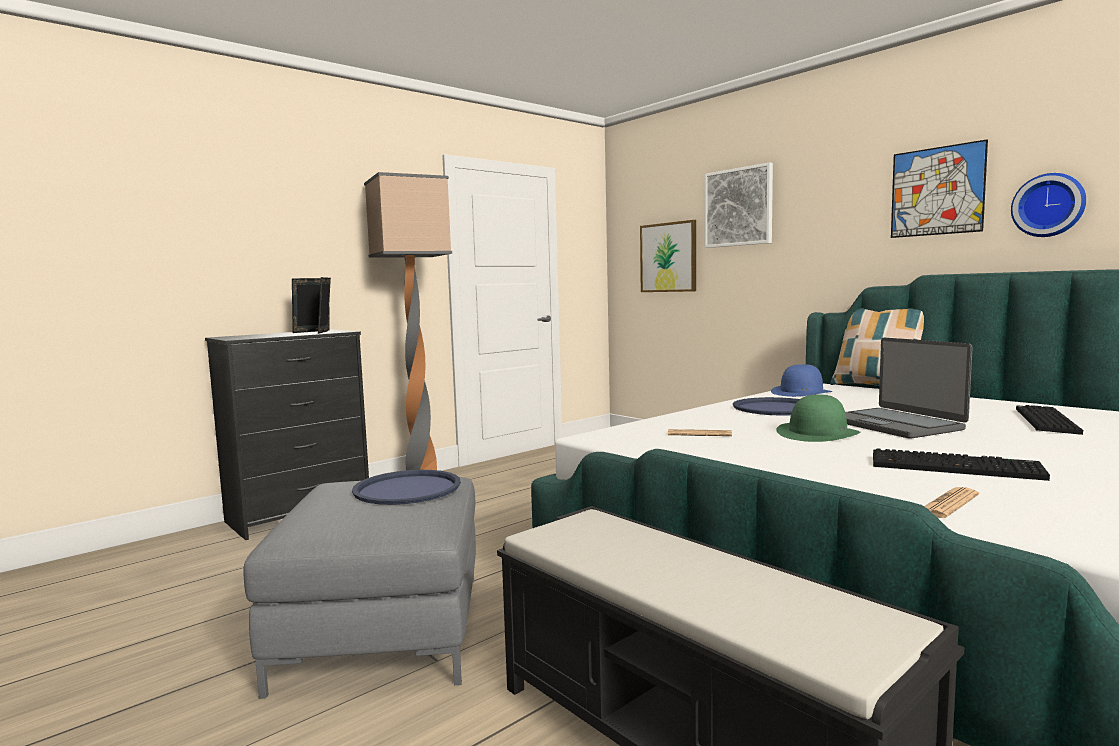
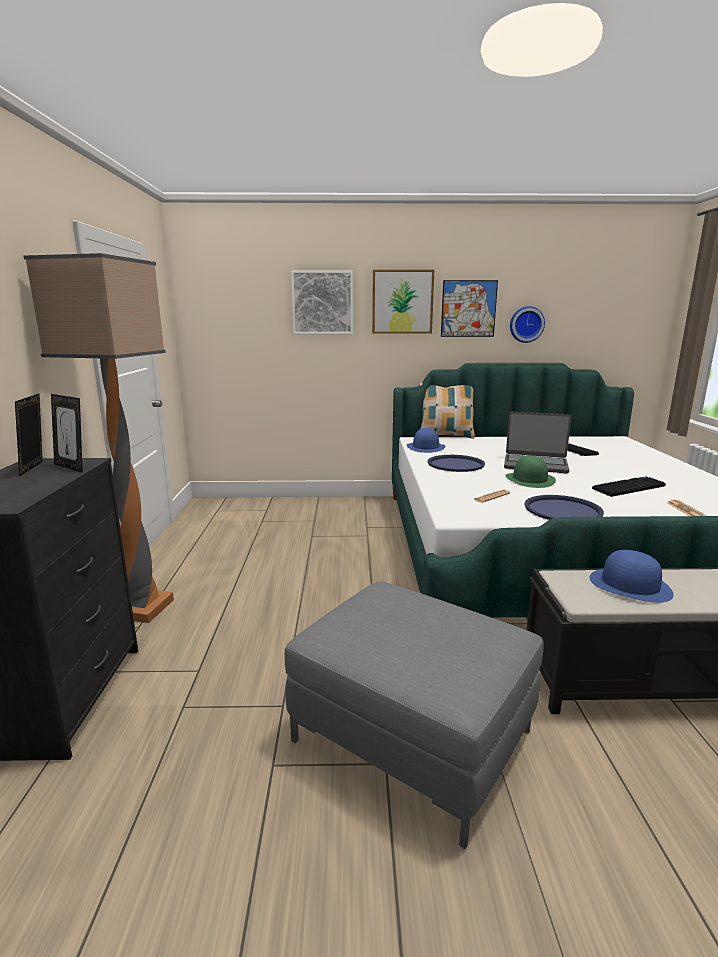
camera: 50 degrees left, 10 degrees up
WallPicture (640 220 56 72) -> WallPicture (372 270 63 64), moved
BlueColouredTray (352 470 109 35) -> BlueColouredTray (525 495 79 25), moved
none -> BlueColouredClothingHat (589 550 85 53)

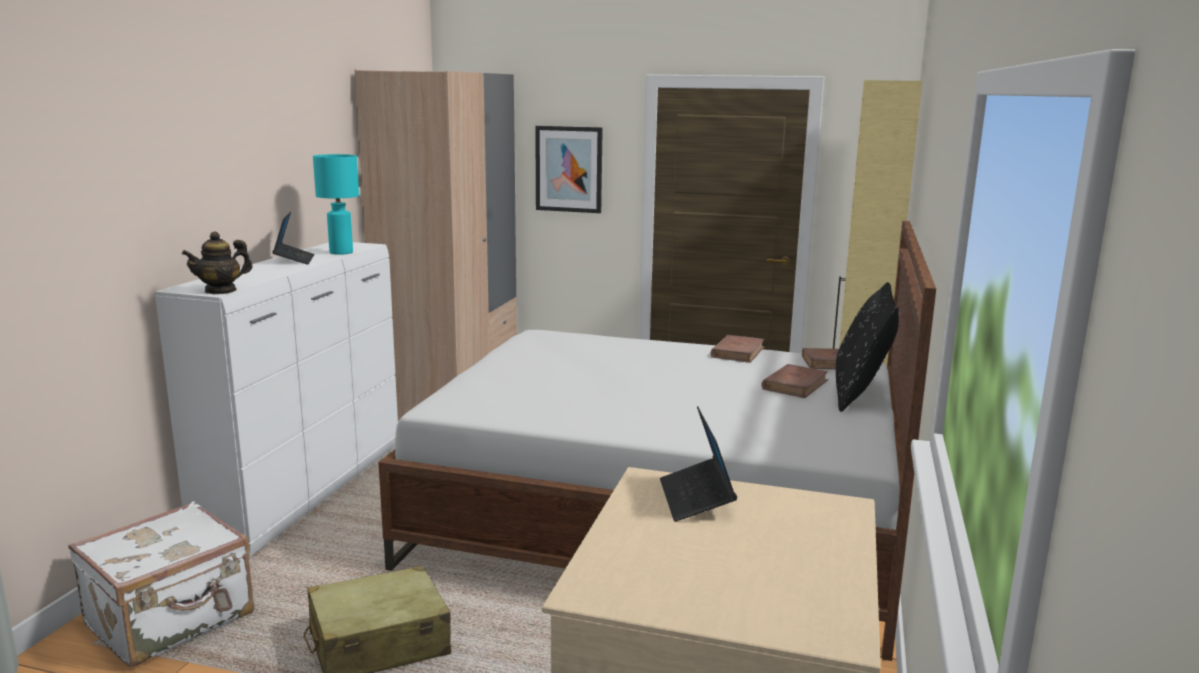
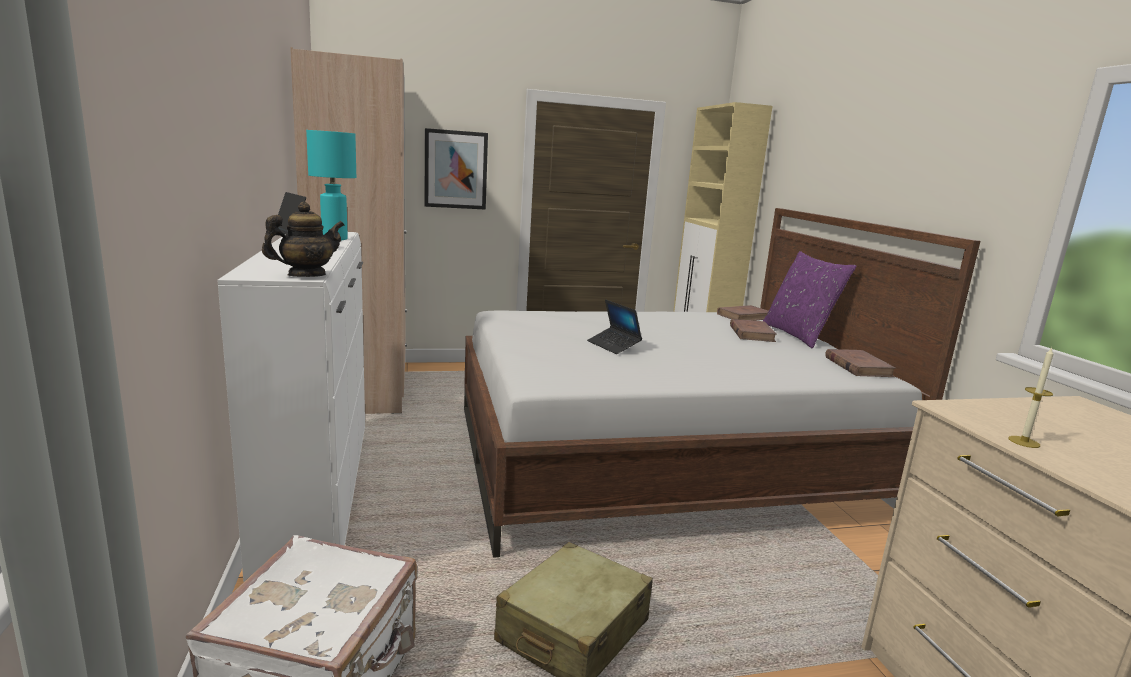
camera: 30 degrees left, 0 degrees up
Teapot (182 232 71 62) -> Teapot (262 202 83 75), 150 degrees counterclockwise
PortableComputer (660 406 77 116) -> PortableComputer (587 300 55 54), moved
BlackColouredThrowPillow (836 282 63 130) -> PurpleThrowPillow (763 251 94 98)
BrownishVolume (711 335 54 28) -> BrownishVolume (825 349 71 28), moved
none -> Candle (1008 347 45 101)

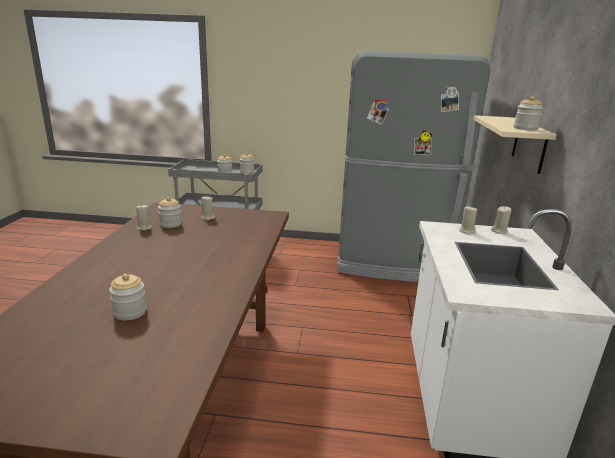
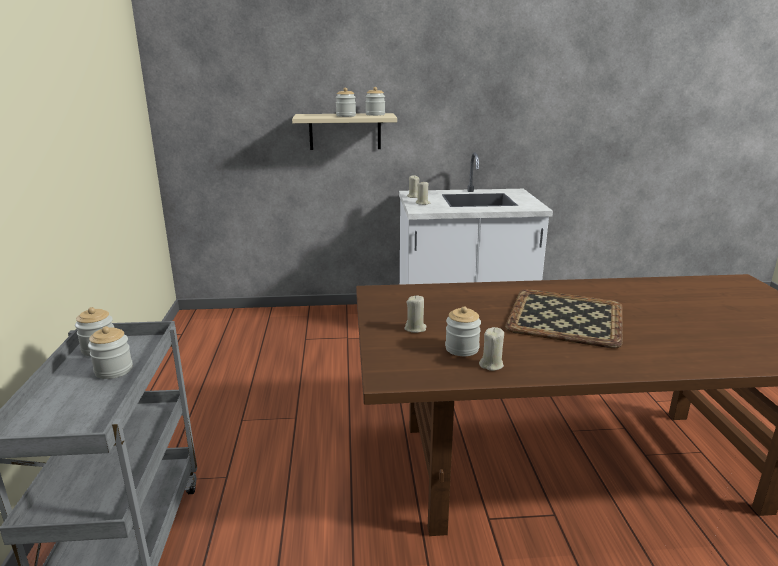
camera: 100 degrees left, 0 degrees up
StorageJar (109 274 37 46) -> StorageJar (336 88 20 29), moved
none -> Tray (505 289 117 60)
GreyishRefrigerator (337 51 153 231) -> none

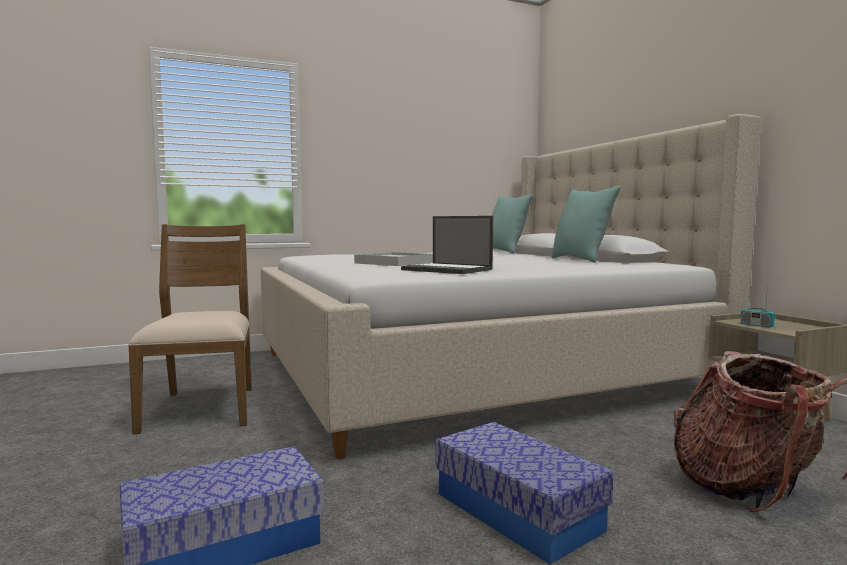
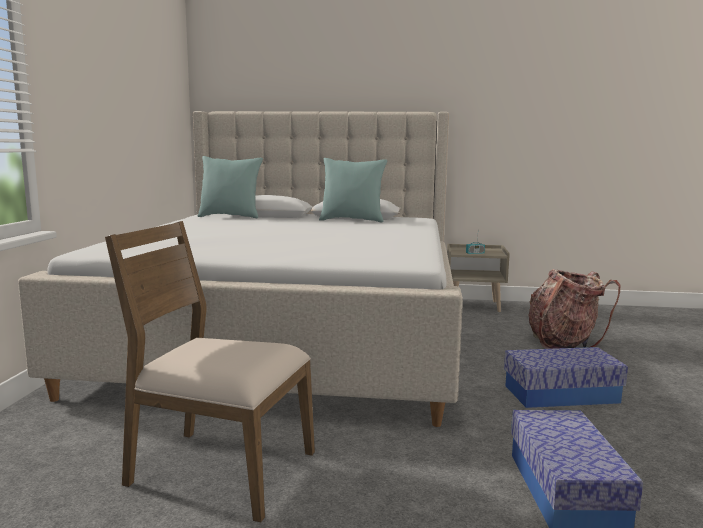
camera: 60 degrees left, 5 degrees up
WhiteColouredTray (354 252 79 14) -> none
PortableComputer (401 216 92 58) -> none

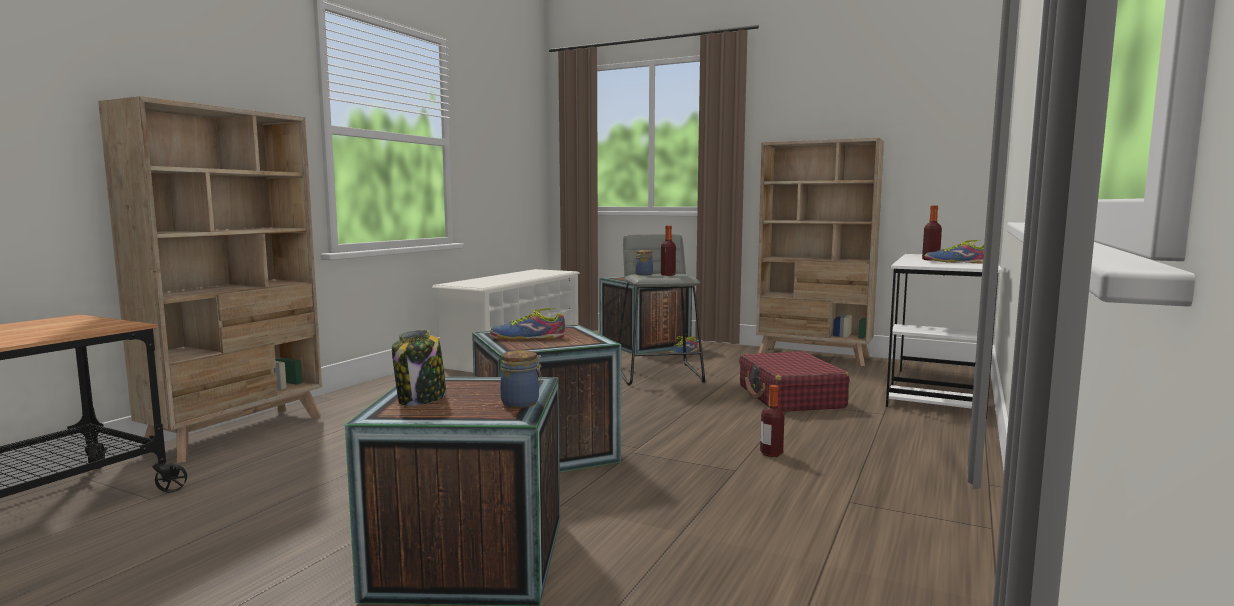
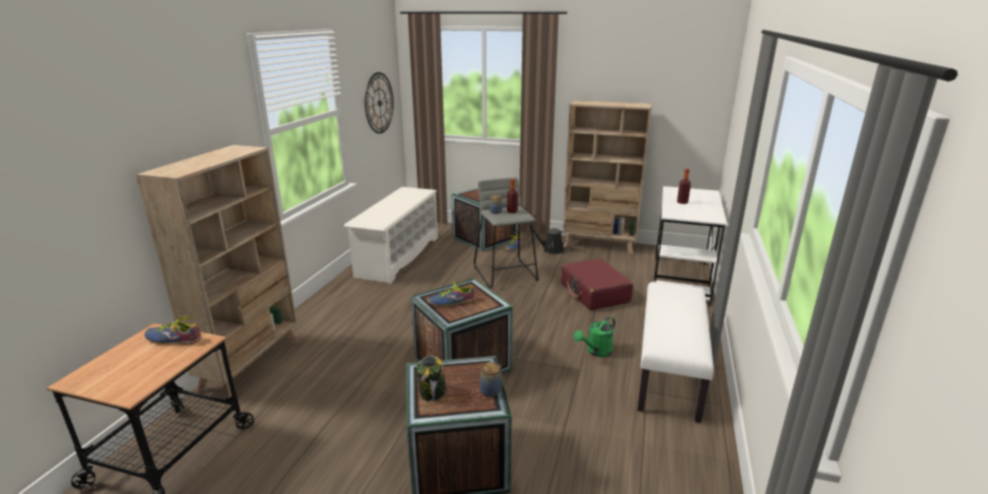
camera: 10 degrees left, 15 degrees up
LowShoe (925 240 59 24) -> LowShoe (144 316 57 29), moved
none -> WallClock (365 72 29 62)
none -> BlackColouredSprinklingCan (527 223 43 31)
DrinkBottle (760 385 24 72) -> GreenSprinklingCan (574 317 41 40)
none -> WhiteColouredIndoorBench (637 282 77 141)

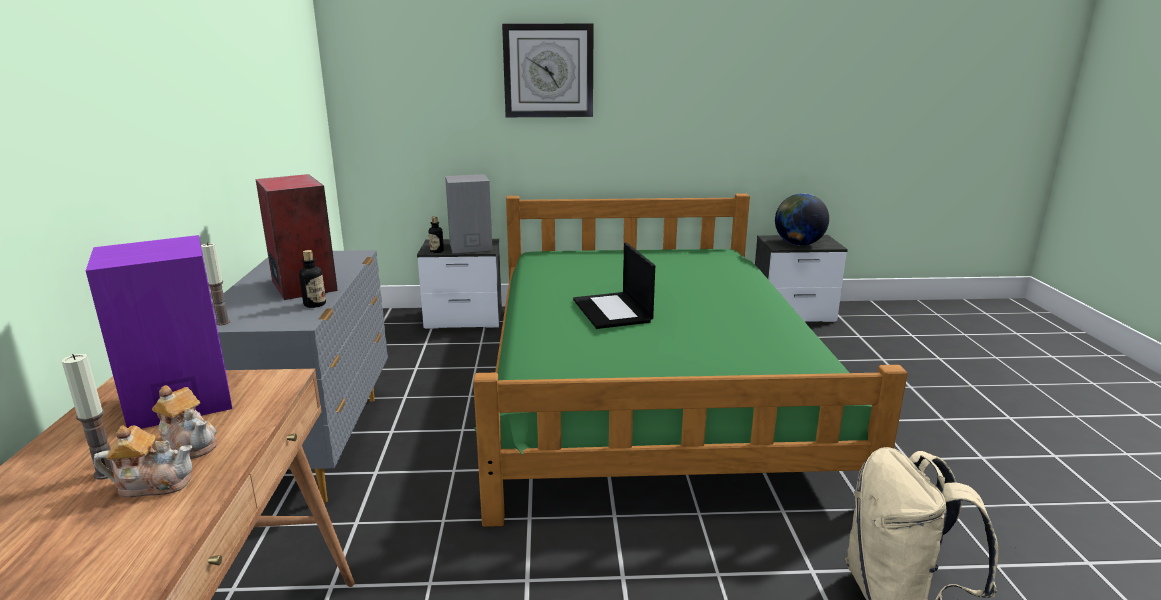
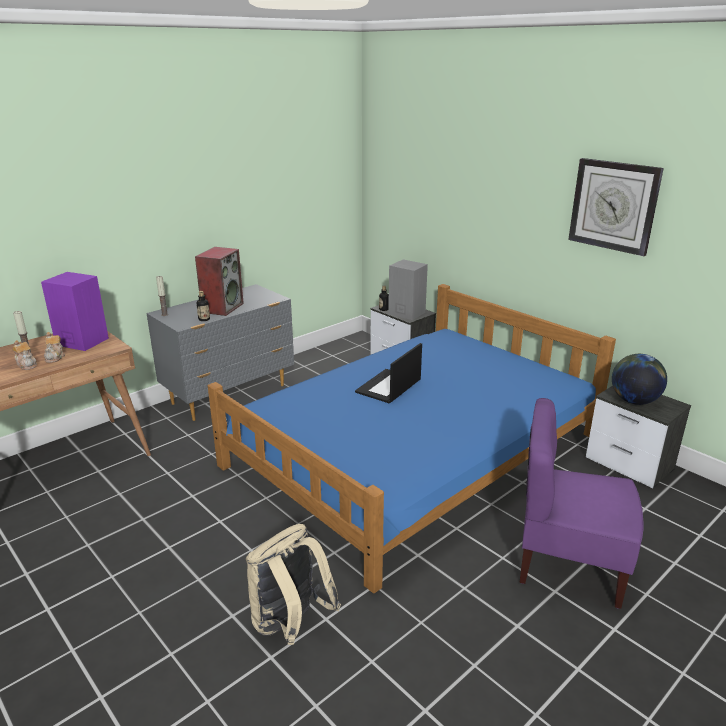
camera: 50 degrees right, 5 degrees up
GreenBed (473 193 435 334) -> BlueColouredBed (208 284 408 309)
none -> PurpleChair (519 398 125 211)
WallClock (502 23 92 94) -> WallClock (568 158 96 98), moved

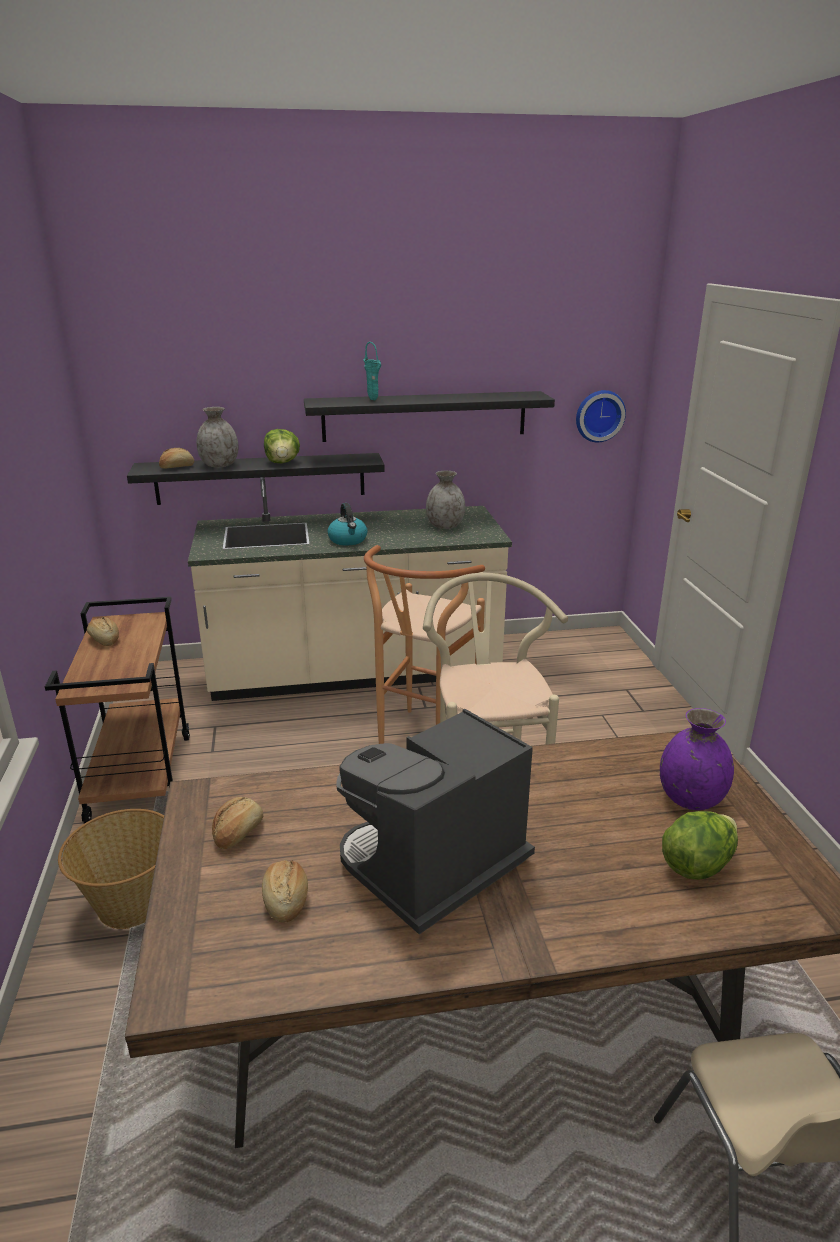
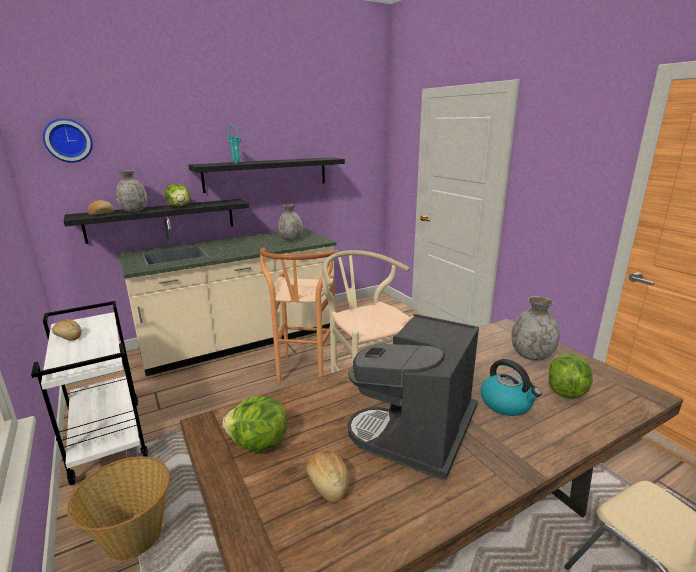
camera: 20 degrees left, 5 degrees down
BrownishCart (45 597 145 227) -> WhiteColouredCart (31 301 117 185)
WallClock (576 390 50 52) -> WallClock (43 118 50 45), moved
BakeryBread (212 797 51 53) -> HeadOfLettuce (222 396 65 56)
TeaKettle (327 503 41 43) -> TeaKettle (481 359 61 57), moved
PurpleDecorativeVase (660 708 74 102) -> GreyishDecorativeVase (512 296 48 65)

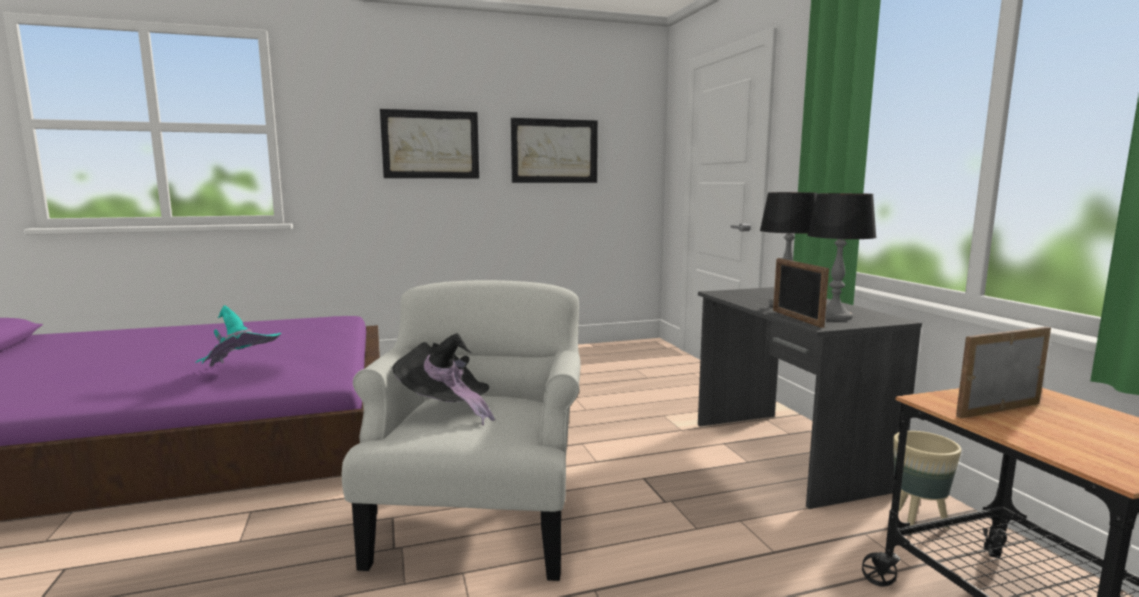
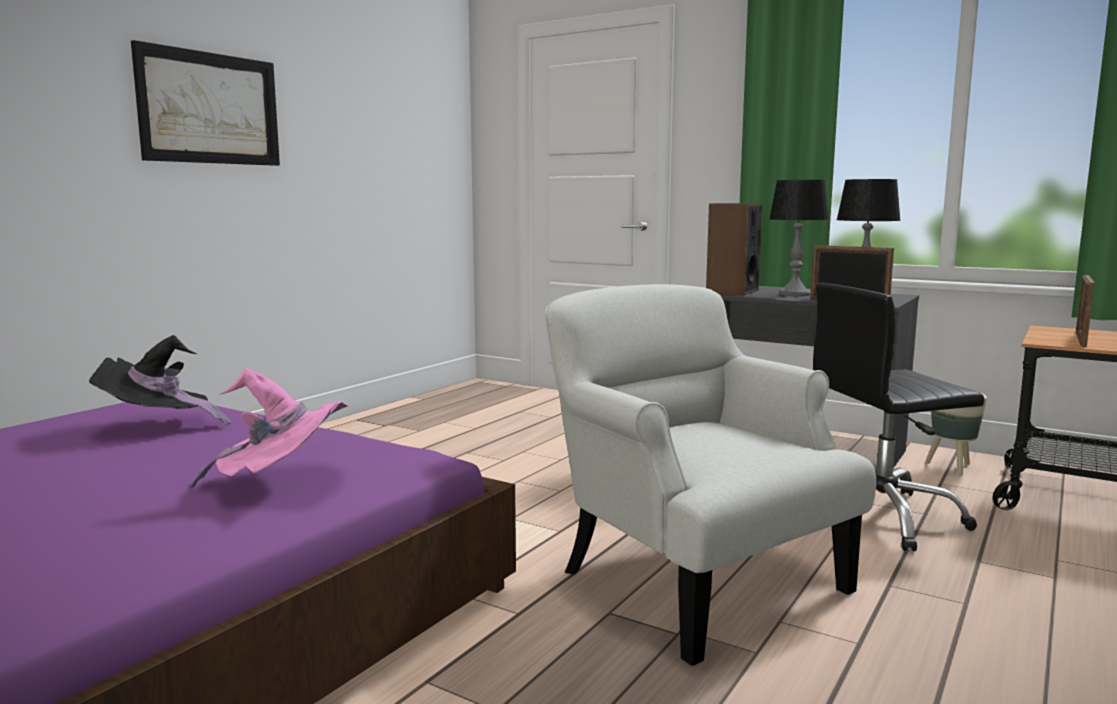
camera: 40 degrees left, 0 degrees up
BlackColouredClothingHat (392 333 103 93) -> BlackColouredClothingHat (89 335 142 93), moved
BlueGreenClothingHat (195 306 87 61) -> PinkishClothingHat (189 368 159 121)
none -> Speaker (706 203 57 93)
none -> BlackColouredDeskChair (813 283 171 268)
WallPicture (511 118 87 65) -> none

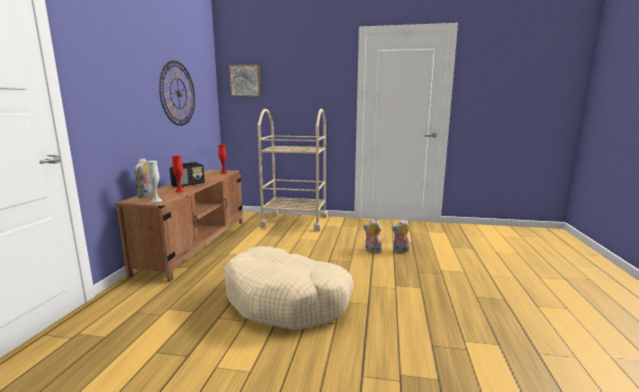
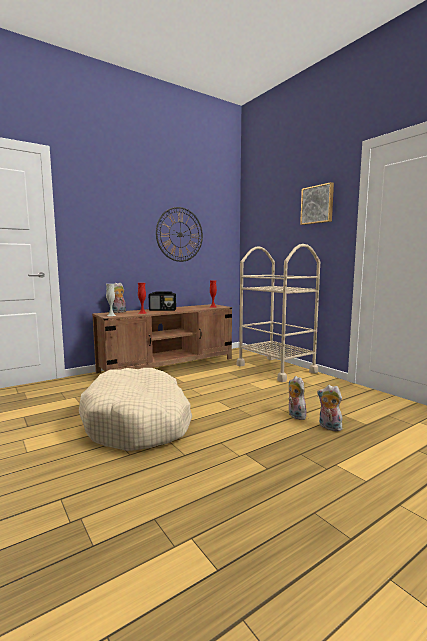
camera: 45 degrees right, 5 degrees down
WallPicture (229 64 32 33) -> WallPicture (300 182 34 43), moved

